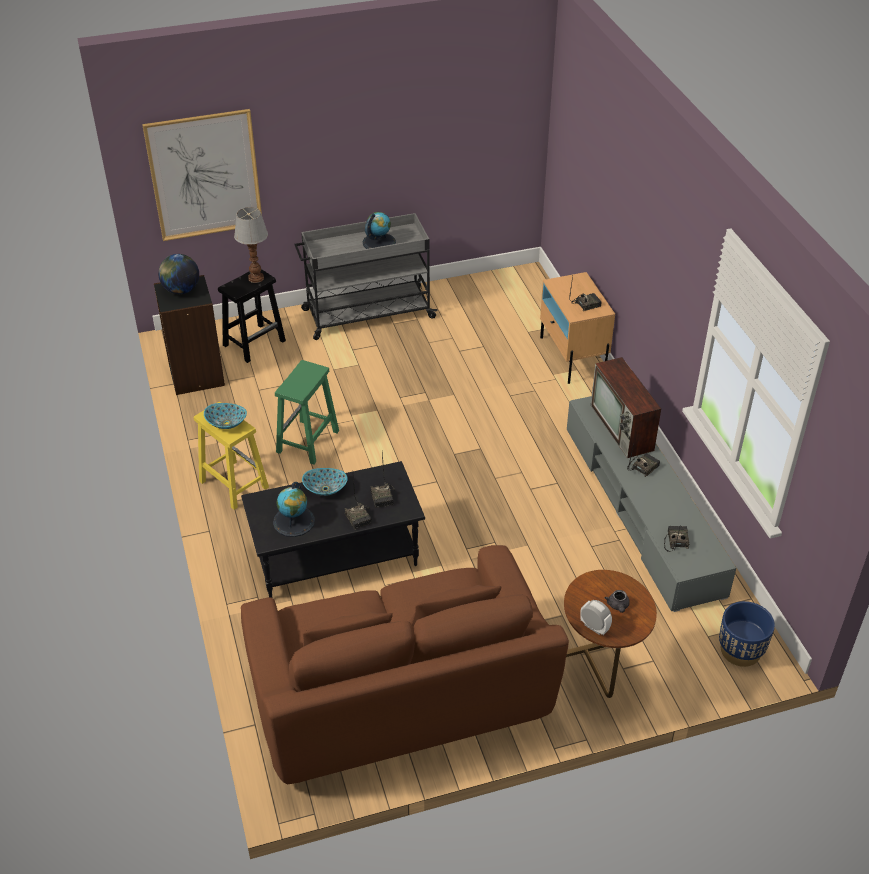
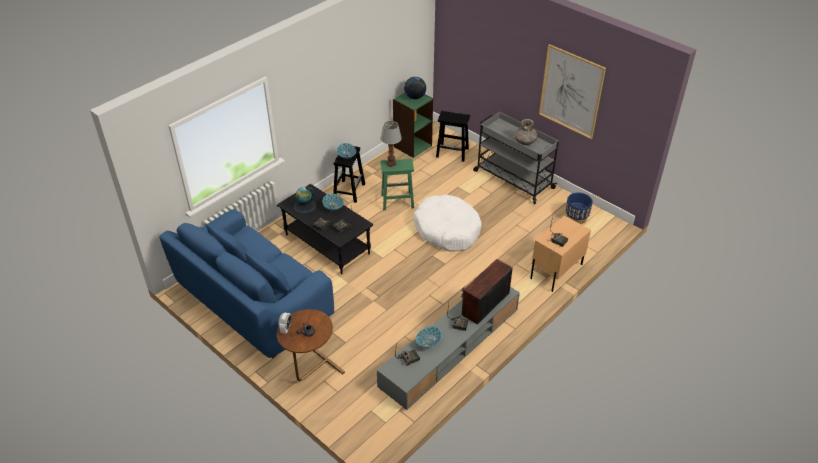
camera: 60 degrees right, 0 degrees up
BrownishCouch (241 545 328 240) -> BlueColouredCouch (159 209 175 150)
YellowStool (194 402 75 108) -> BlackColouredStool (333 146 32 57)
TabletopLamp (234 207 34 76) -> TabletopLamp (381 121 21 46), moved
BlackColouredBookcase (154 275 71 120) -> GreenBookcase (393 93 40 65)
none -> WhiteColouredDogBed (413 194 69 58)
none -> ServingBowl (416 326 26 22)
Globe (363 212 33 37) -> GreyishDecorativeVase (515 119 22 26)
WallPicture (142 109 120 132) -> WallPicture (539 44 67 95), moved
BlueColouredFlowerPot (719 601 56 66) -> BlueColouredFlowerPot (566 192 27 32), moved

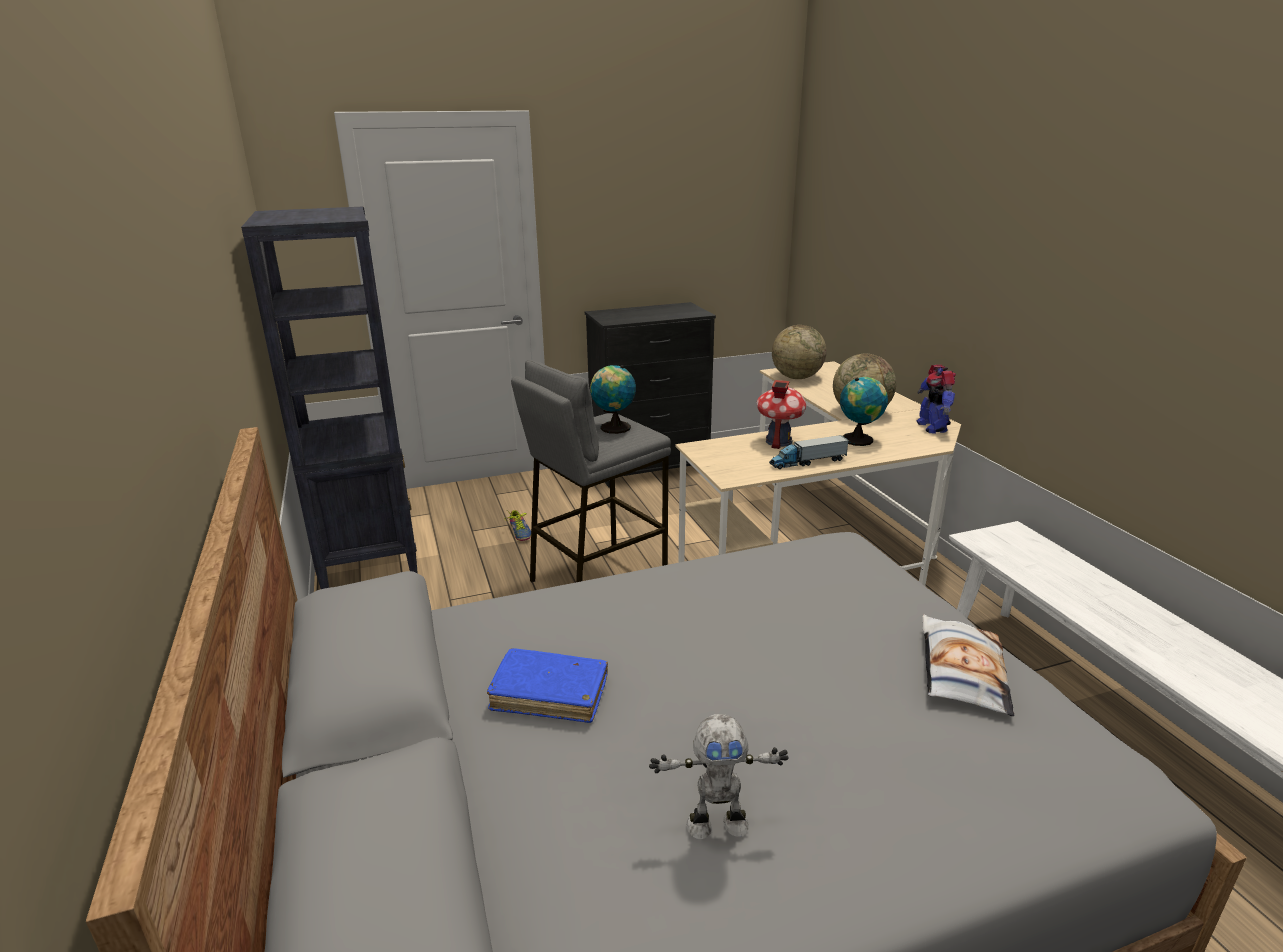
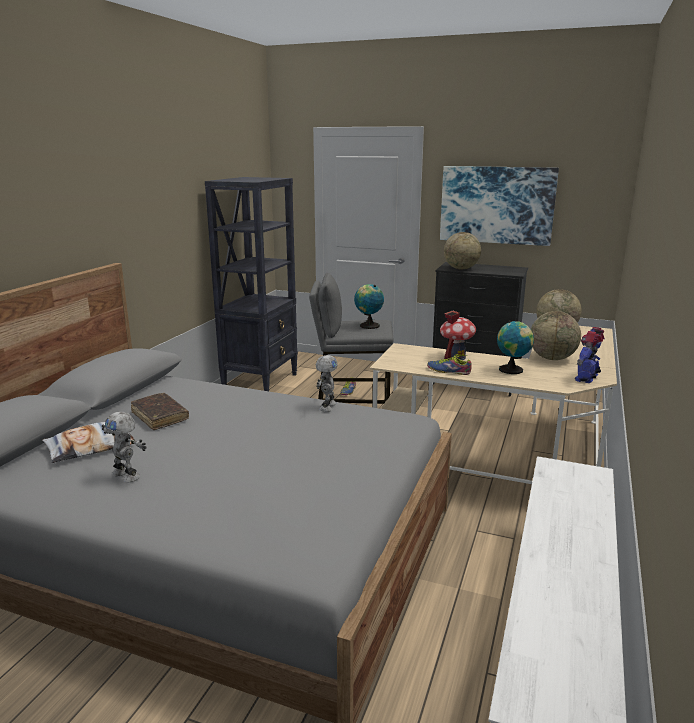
camera: 40 degrees right, 5 degrees down
ThrowPillow (922 615 92 101) -> ThrowPillow (42 422 94 41), moved
BlueColouredVolume (487 648 121 75) -> BrownishVolume (131 393 58 37)
none -> ModelRobot (316 355 21 57)
ToyLorry (769 435 80 34) -> LowShoe (427 354 45 21)
none -> WallPicture (440 166 119 80)
none -> Globe (444 232 37 38)

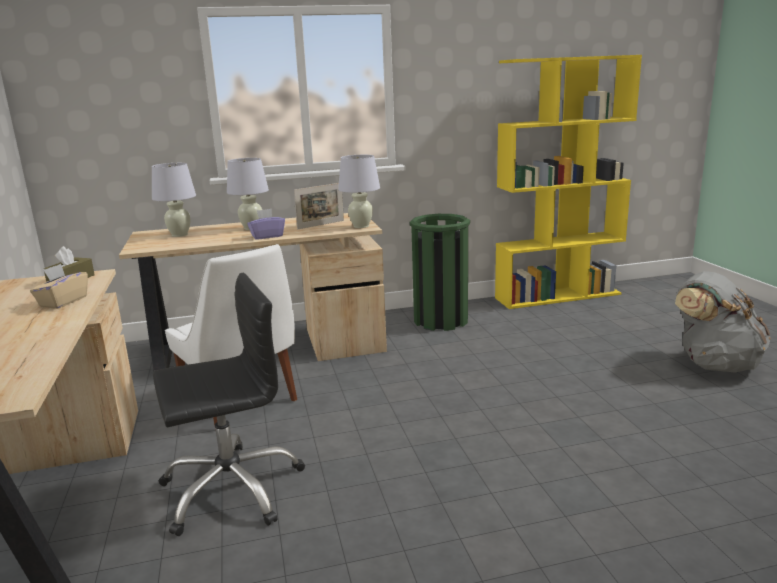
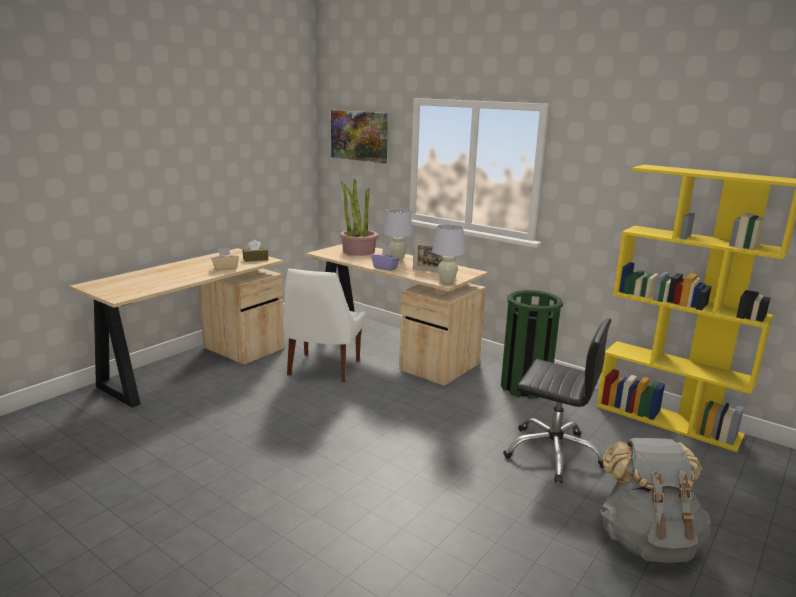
camera: 50 degrees right, 0 degrees up
none -> WallPicture (331 110 57 53)
WhiteColouredTabletopLamp (152 163 44 74) -> PlantInAPot (340 179 38 77)
BlackColouredDeskChair (153 273 152 263) -> BlackColouredDeskChair (503 318 108 165), moved

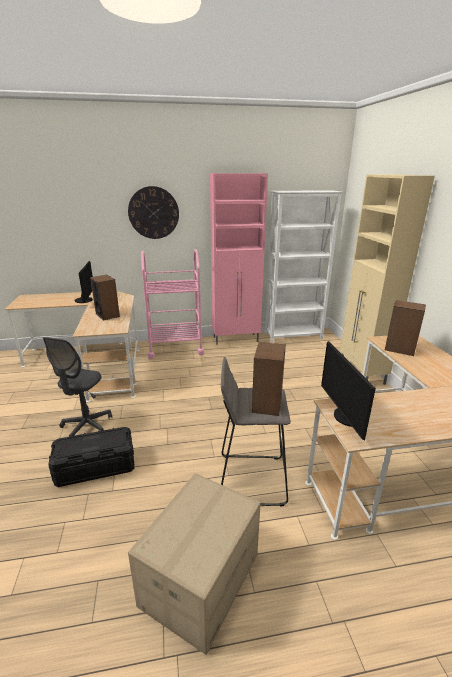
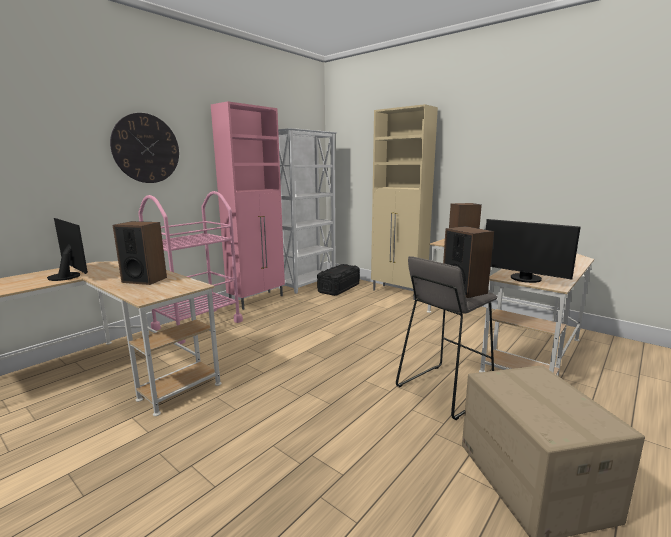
camera: 40 degrees left, 10 degrees down
BlackColouredStorageContainer (48 427 87 60) -> BlackColouredStorageContainer (317 264 43 32), moved
GreyishDeskChair (43 337 69 99) -> none

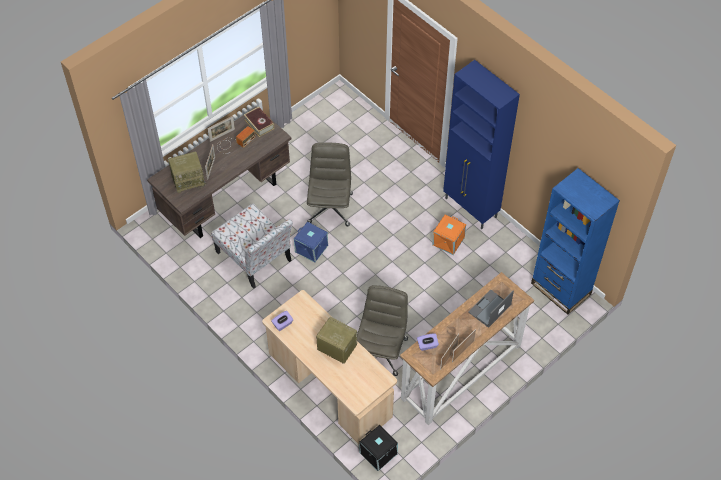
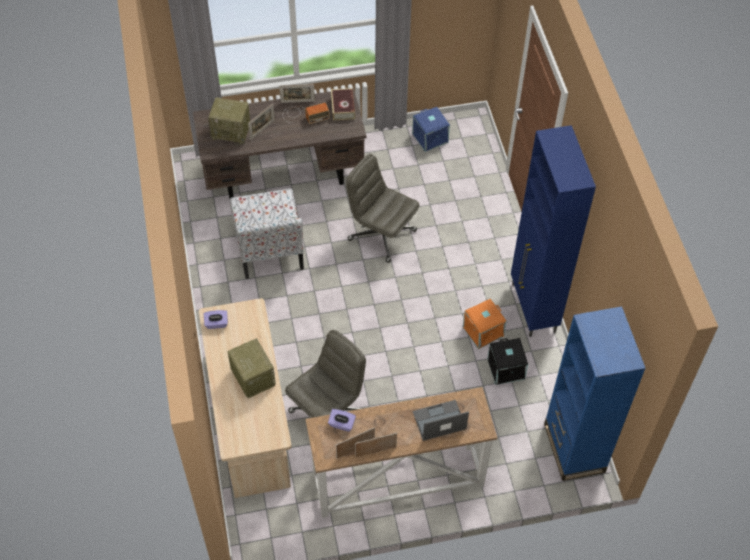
camera: 30 degrees right, 0 degrees up
GreyishDeskChair (307 142 46 85) -> GreyishDeskChair (346 154 74 109), 90 degrees counterclockwise
BlueColouredStorageContainer (294 222 34 41) -> BlueColouredStorageContainer (412 107 38 45), moved
BlackColouredStorageContainer (360 425 38 46) -> BlackColouredStorageContainer (487 338 41 47), moved

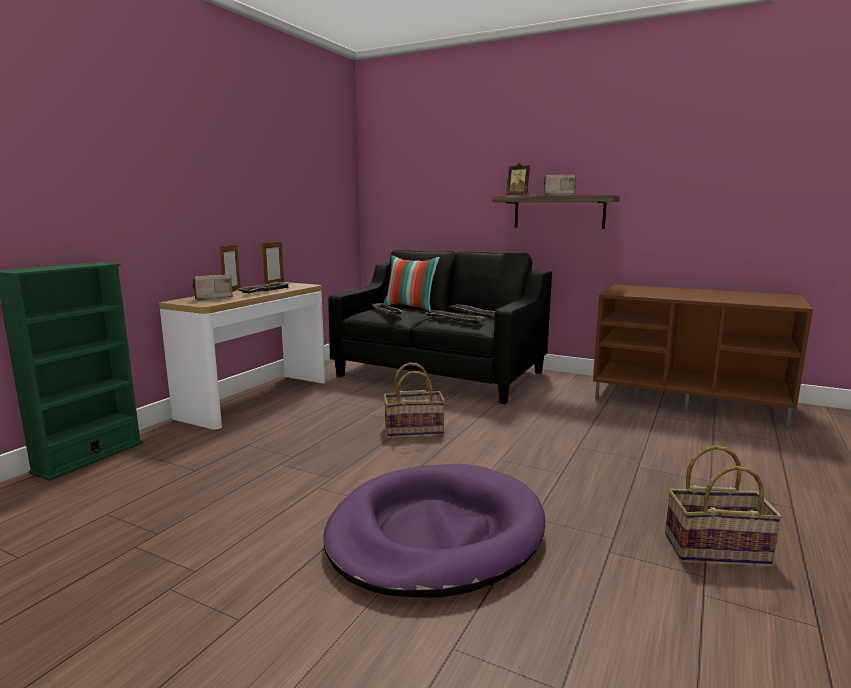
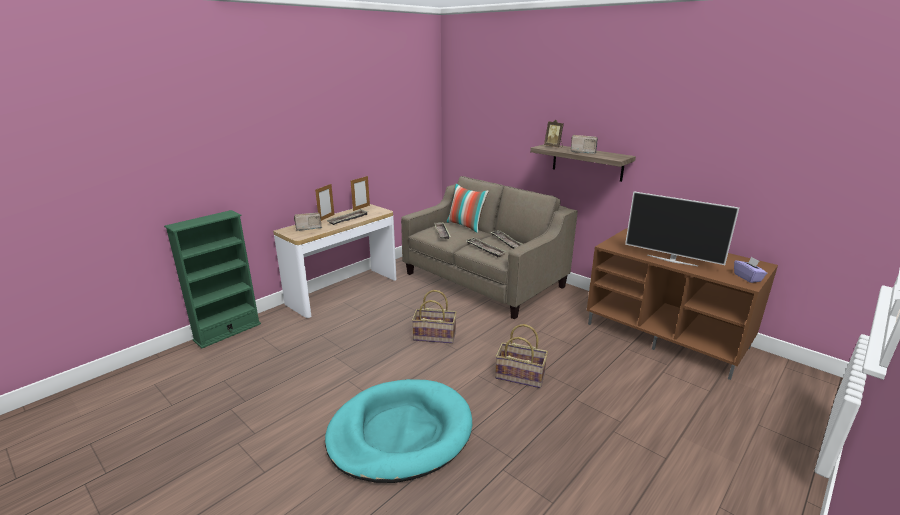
camera: 15 degrees right, 10 degrees up
PurpleDogBed (323 464 222 134) -> BlueGreenDogBed (325 379 147 104)
BlackColouredCouch (328 250 224 154) -> BeigeCouch (401 176 177 144)
Basket (665 445 118 119) -> Basket (495 324 53 64), moved
none -> TvSet (625 192 114 74)
none -> PurpleTissueHolder (734 256 33 27)

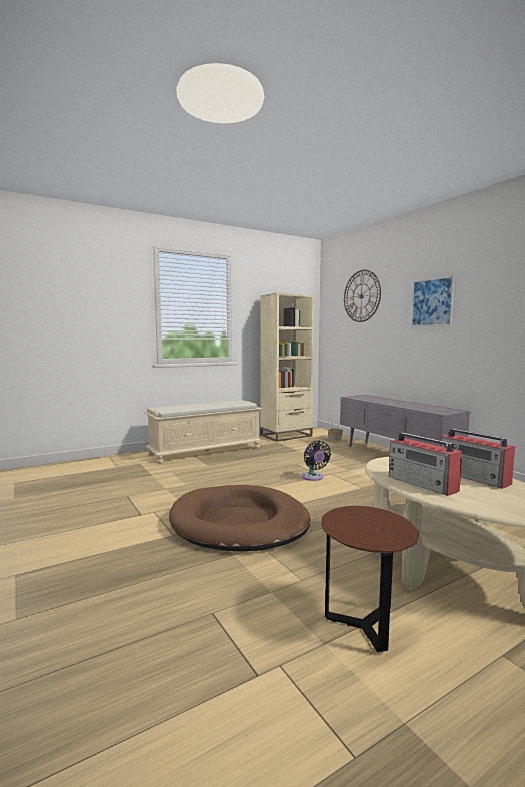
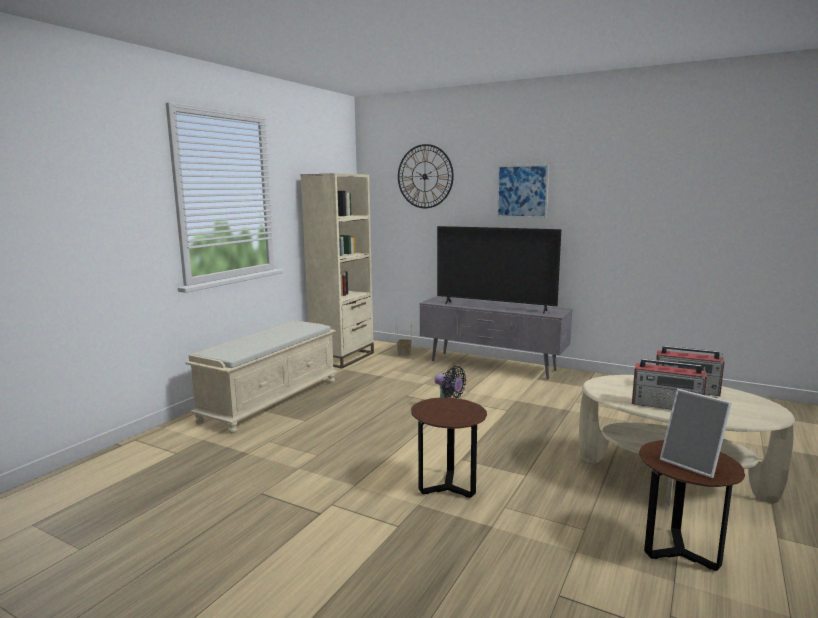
camera: 30 degrees left, 5 degrees up
BrownishDogBed (169 485 142 67) -> BrownishAccentTable (411 397 76 101)
none -> TvSet (437 226 124 88)
none -> StandingFrame (660 389 72 89)

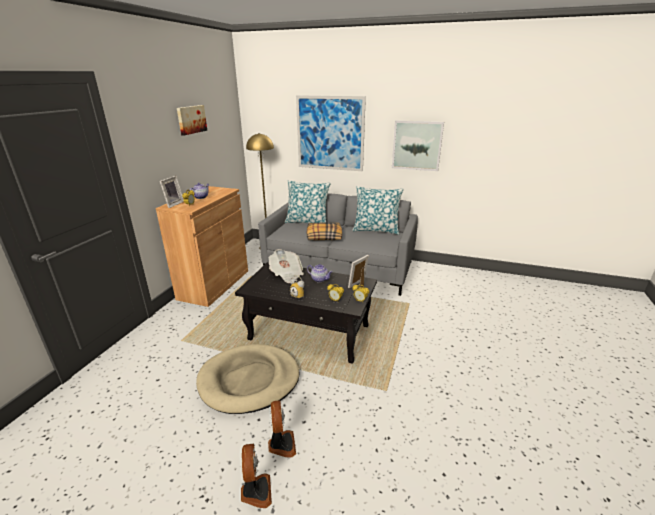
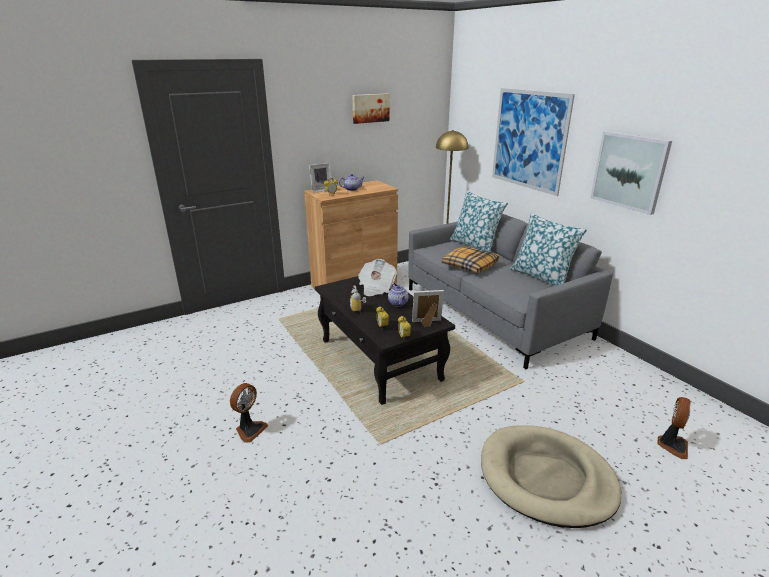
camera: 40 degrees right, 0 degrees up
BeigeDogBed (196 344 103 70) -> BeigeDogBed (481 425 140 103), moved
Fan (241 444 31 64) -> Fan (657 397 33 62), moved

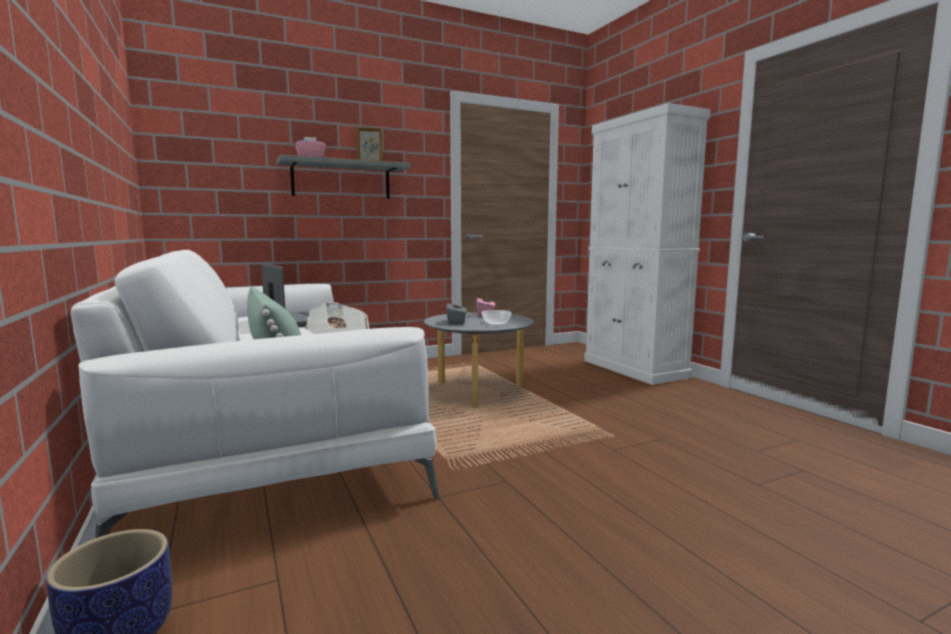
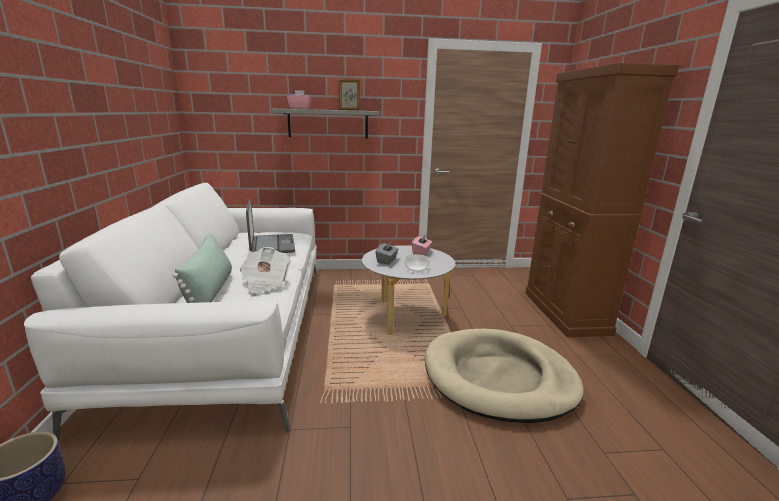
camera: 20 degrees right, 10 degrees up
none -> BeigeDogBed (425 329 159 94)
WhiteColouredCabinet (584 103 127 282) -> BrownishCabinet (525 63 154 274)

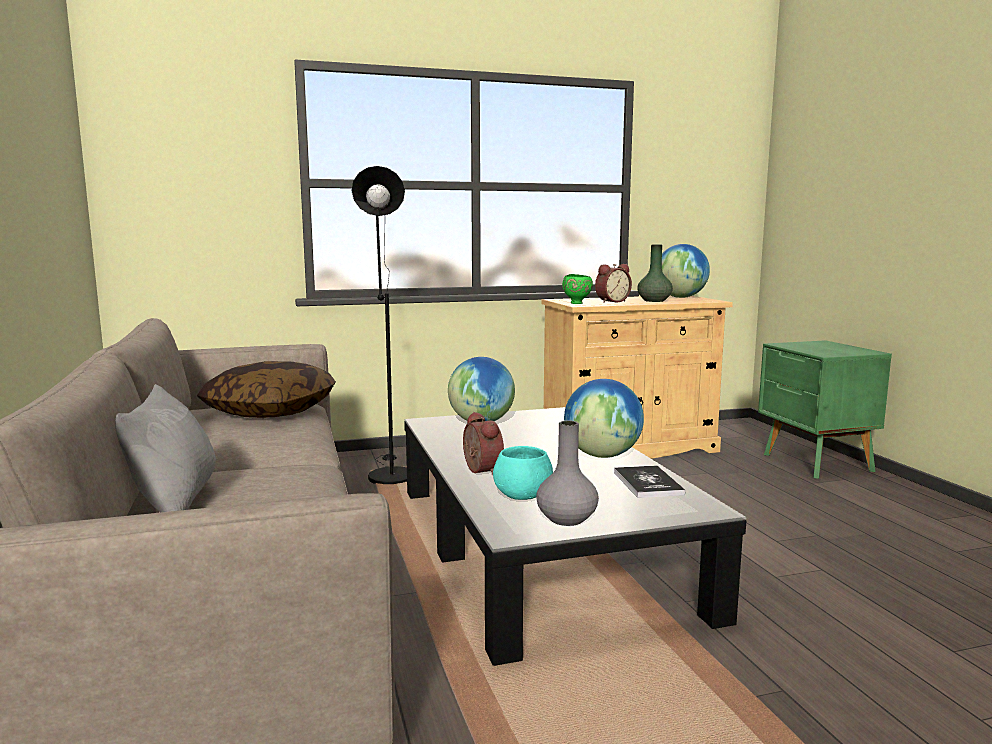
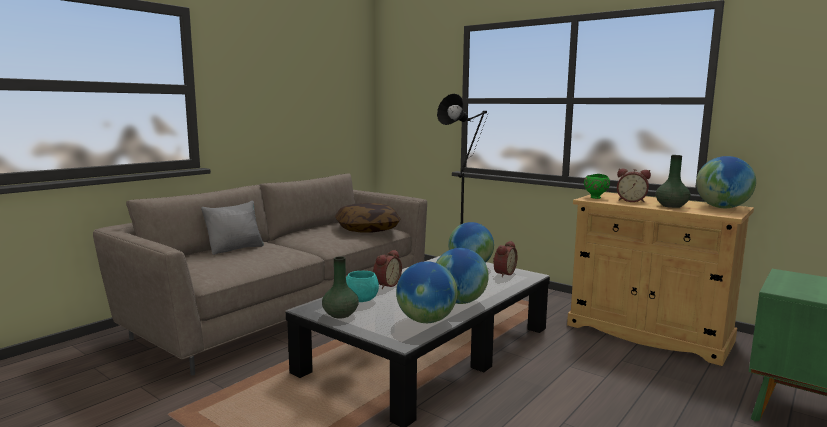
camera: 55 degrees right, 0 degrees up
GreyishDecorativeVase (536 420 63 106) -> GreenDecorativeVase (322 256 37 62)
Volume (614 465 71 33) -> Globe (396 261 61 62)
none -> BedsideClock (493 241 24 36)

